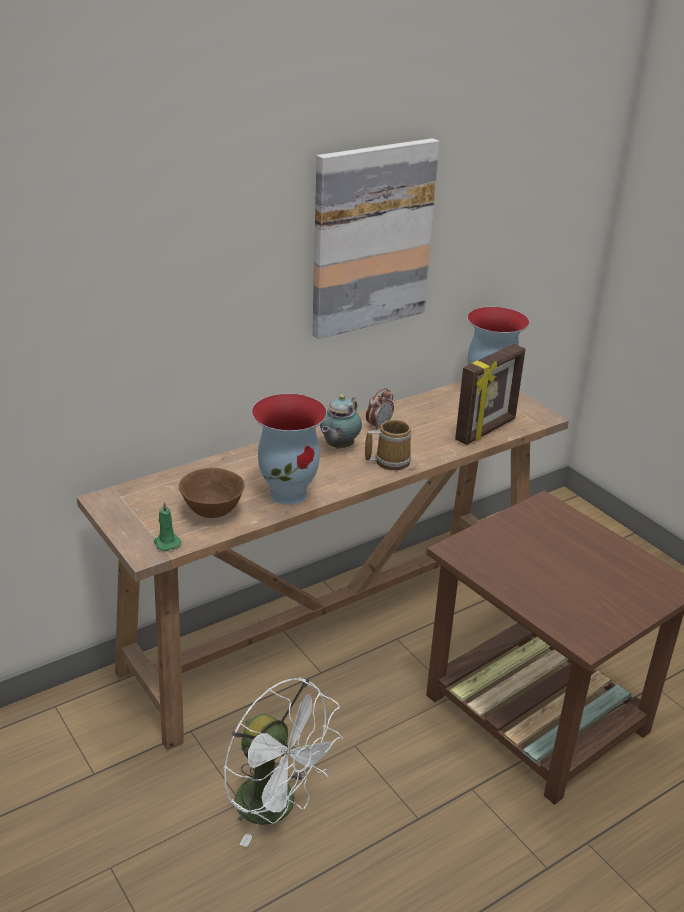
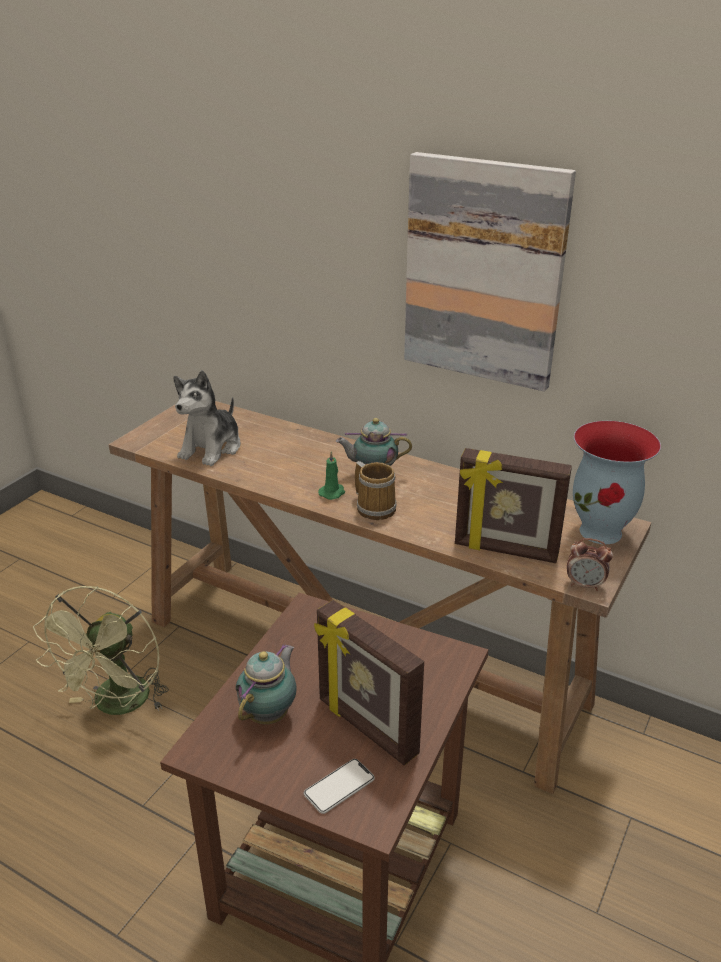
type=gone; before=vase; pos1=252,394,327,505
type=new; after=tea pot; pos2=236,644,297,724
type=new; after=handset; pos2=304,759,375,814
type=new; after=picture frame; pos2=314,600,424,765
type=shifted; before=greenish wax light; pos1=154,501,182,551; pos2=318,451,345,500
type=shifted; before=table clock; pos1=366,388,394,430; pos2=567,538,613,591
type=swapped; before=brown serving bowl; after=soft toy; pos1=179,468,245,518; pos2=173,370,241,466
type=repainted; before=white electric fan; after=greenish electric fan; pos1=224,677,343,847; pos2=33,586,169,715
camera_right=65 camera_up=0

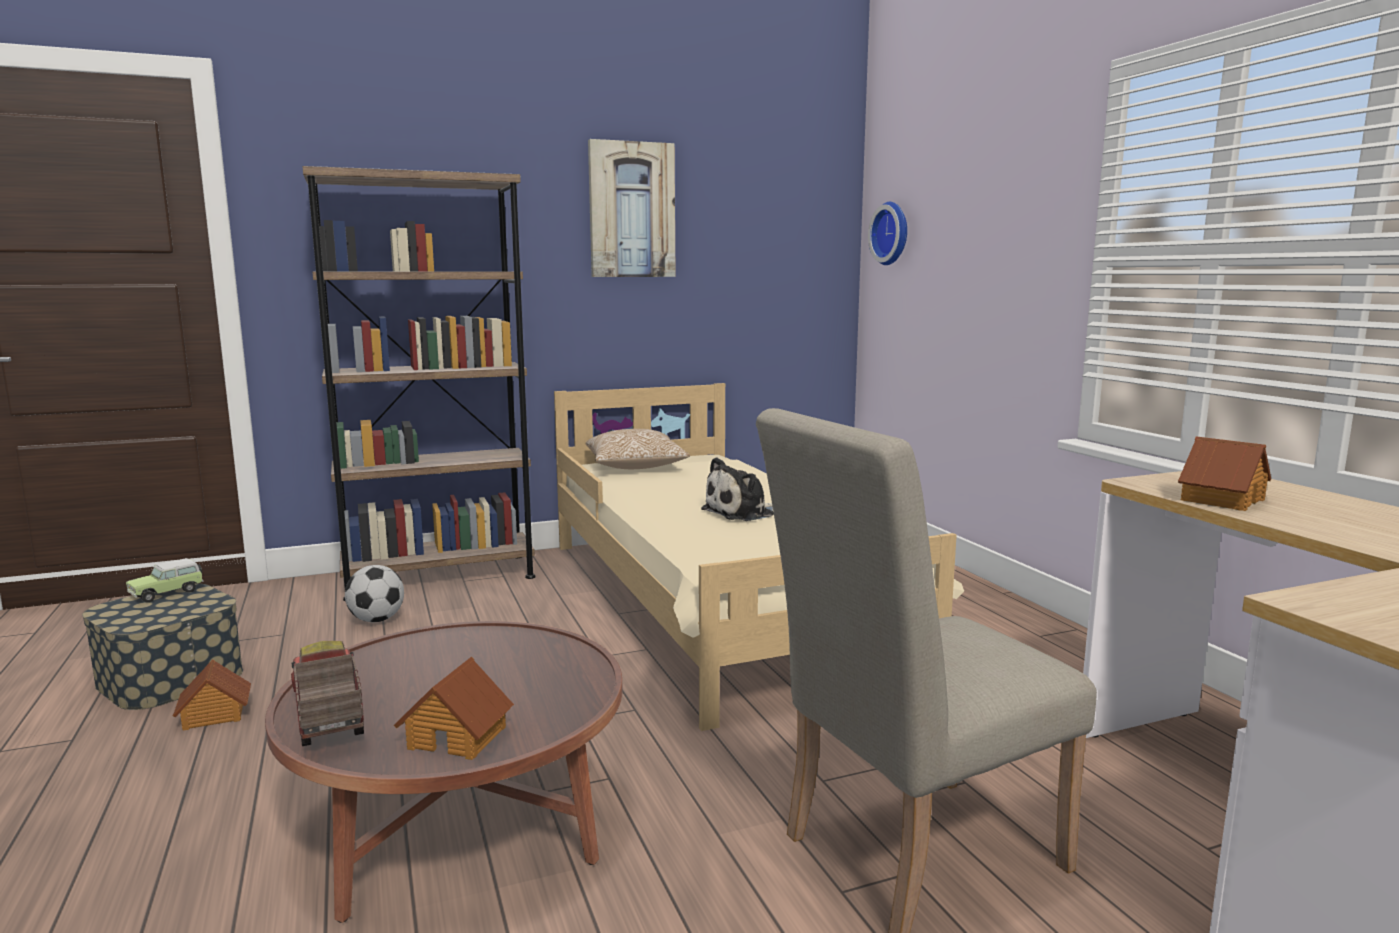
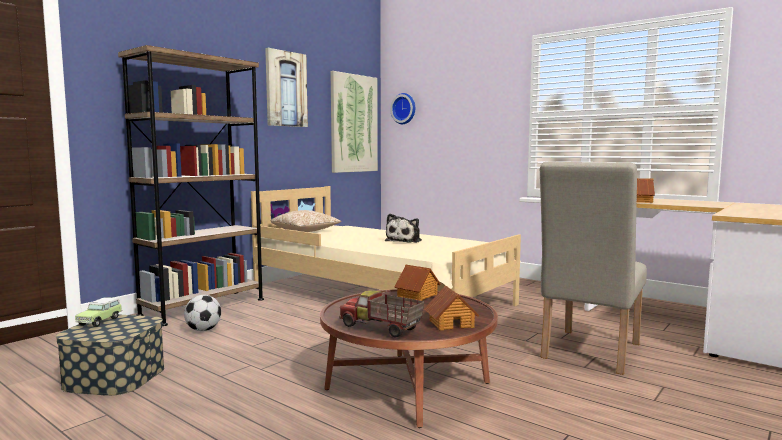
type=new; after=picture; pos2=330,71,378,173
type=shifted; before=toy house; pos1=173,659,251,731; pos2=395,265,441,301
camera_right=-30 camera_up=-5

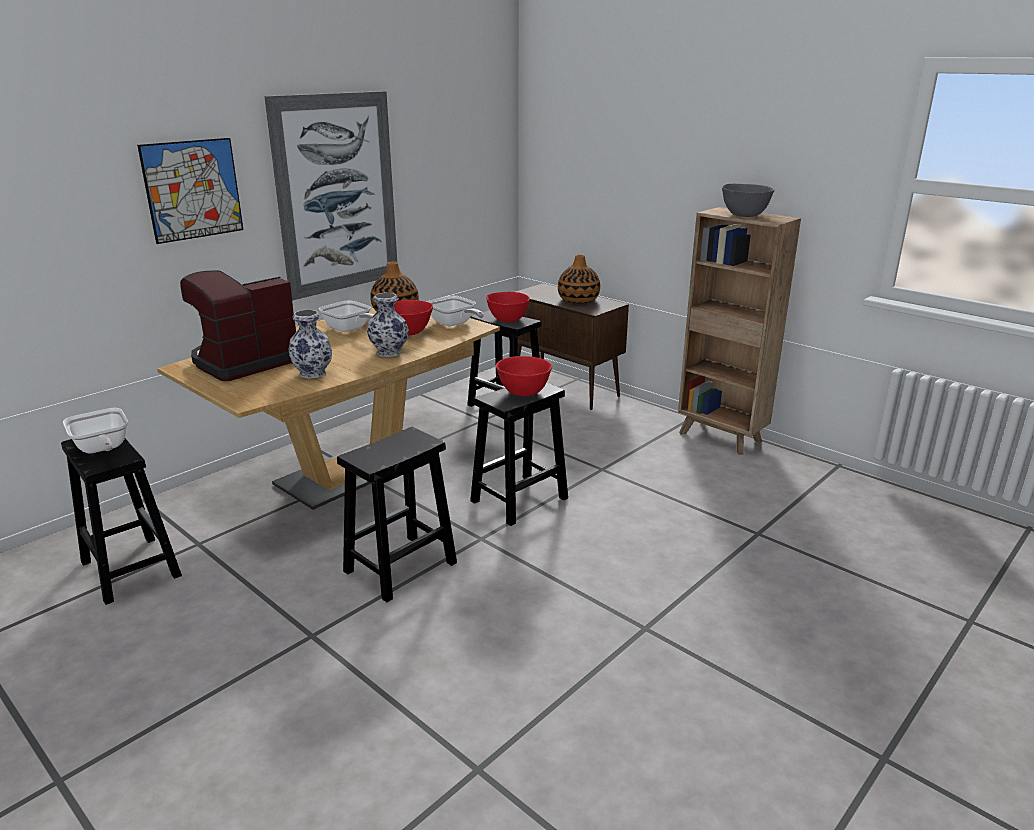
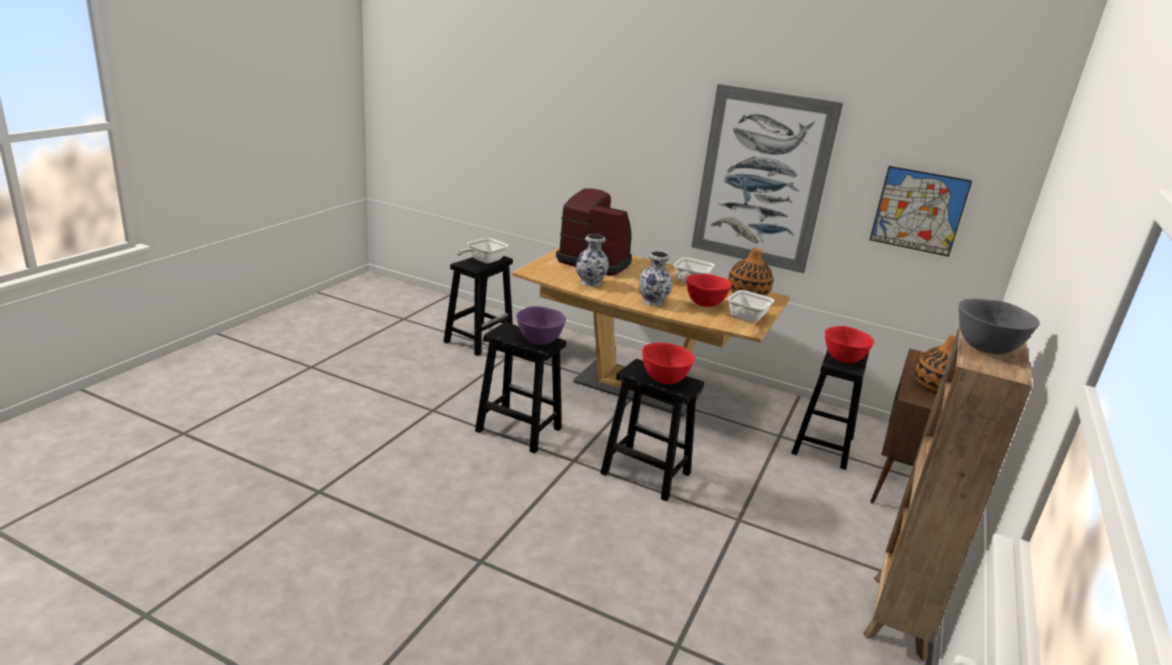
type=new; after=purple-coloured serving bowl; pos2=516,306,566,345
type=shifted; before=picture; pos1=137,138,244,244; pos2=870,166,972,257
camera_right=70 camera_up=0

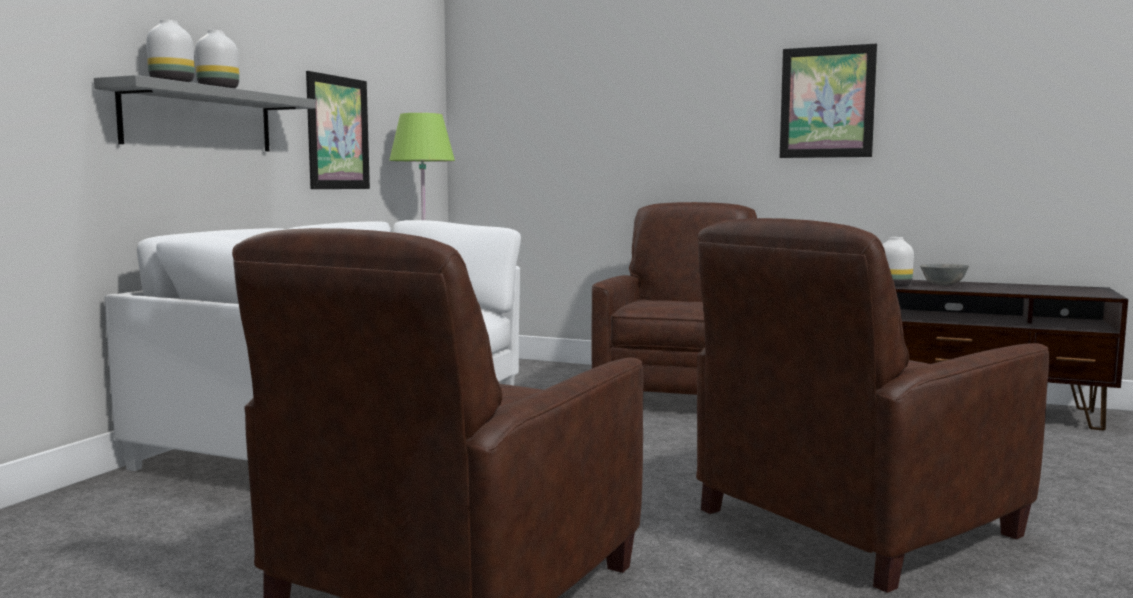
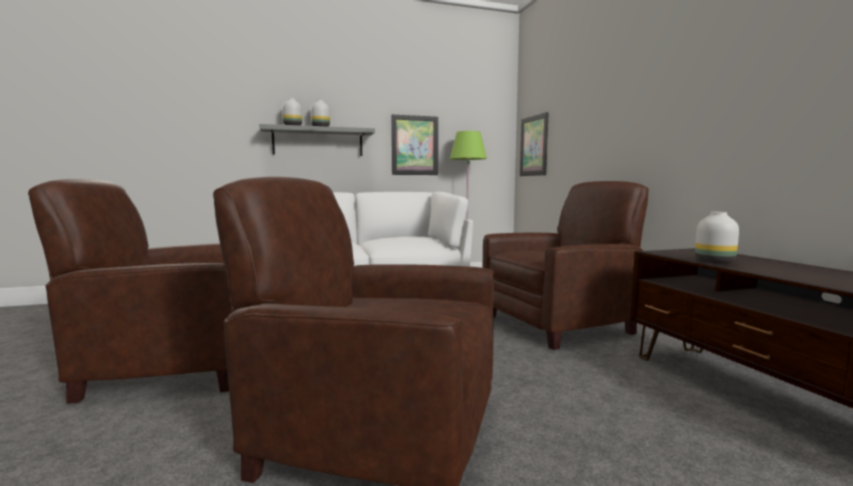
type=gone; before=gray serving bowl; pos1=920,264,969,285
type=shifted; before=picture; pos1=780,44,877,158; pos2=520,112,549,176
camera_right=50 camera_up=0

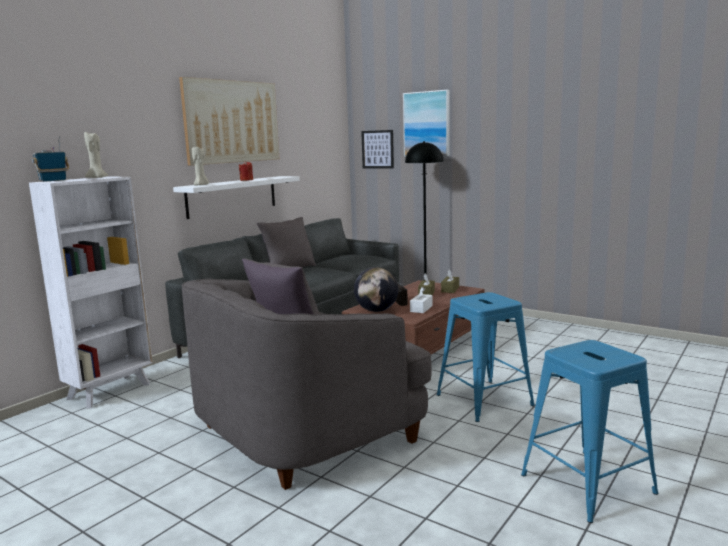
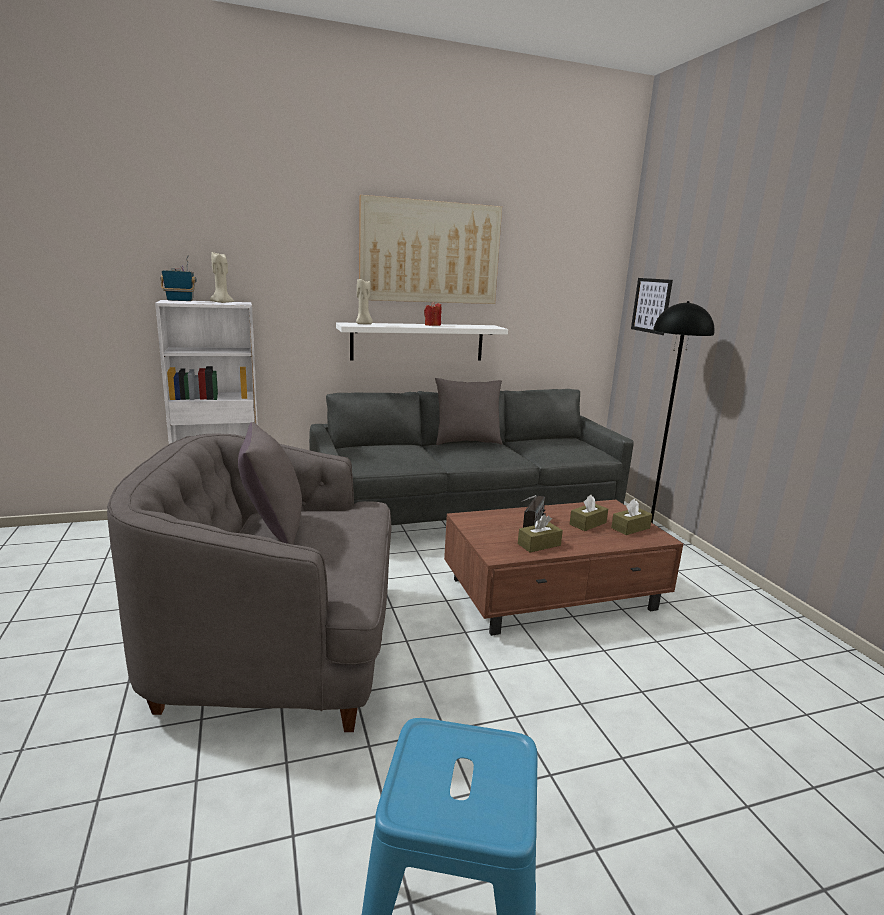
type=gone; before=desk globe; pos1=354,267,399,312
type=gone; before=picture; pos1=403,90,449,157
type=gone; before=blue-coloured stool; pos1=437,292,535,422
type=repainted; before=white tissue holder; after=brown tissue holder; pos1=410,287,433,313; pos2=518,514,563,552
camera_right=35 camera_up=5

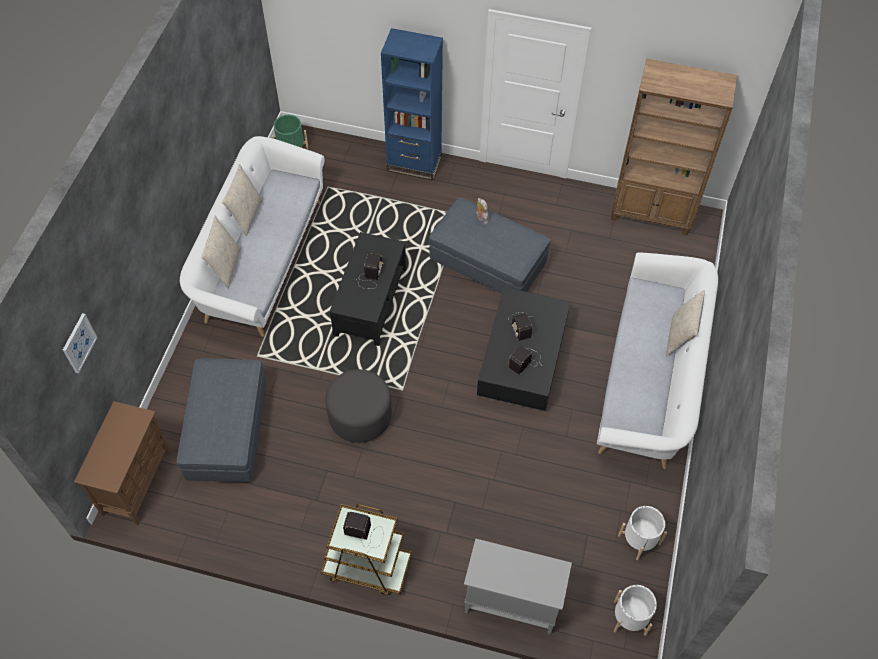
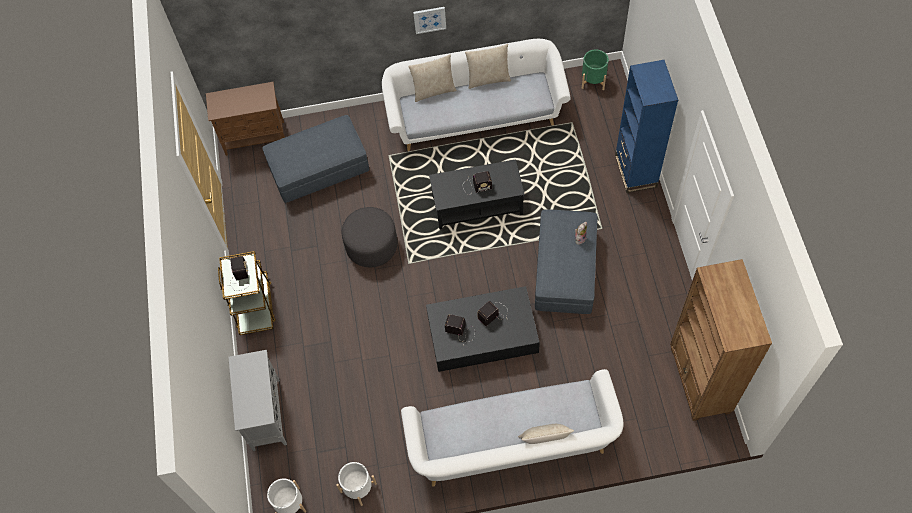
type=shifted; before=picture; pos1=63,313,97,374; pos2=413,7,446,34
camera_right=70 camera_up=5

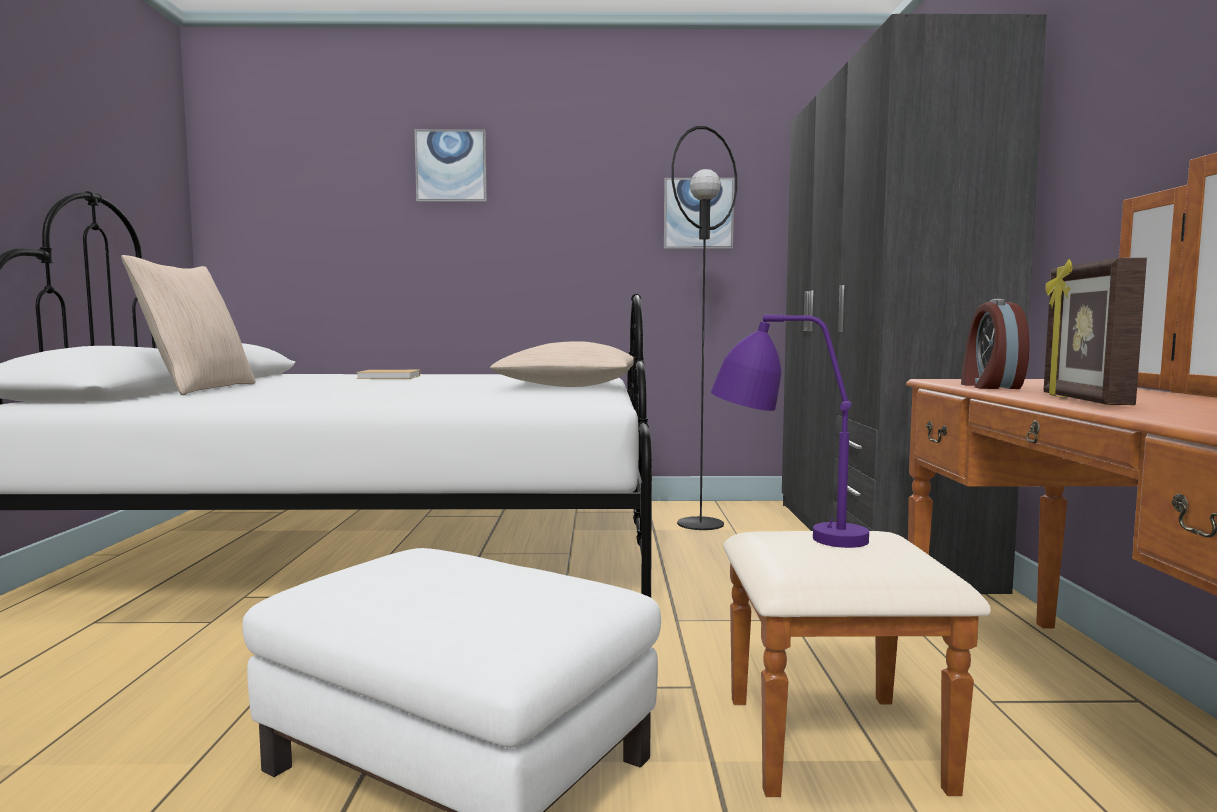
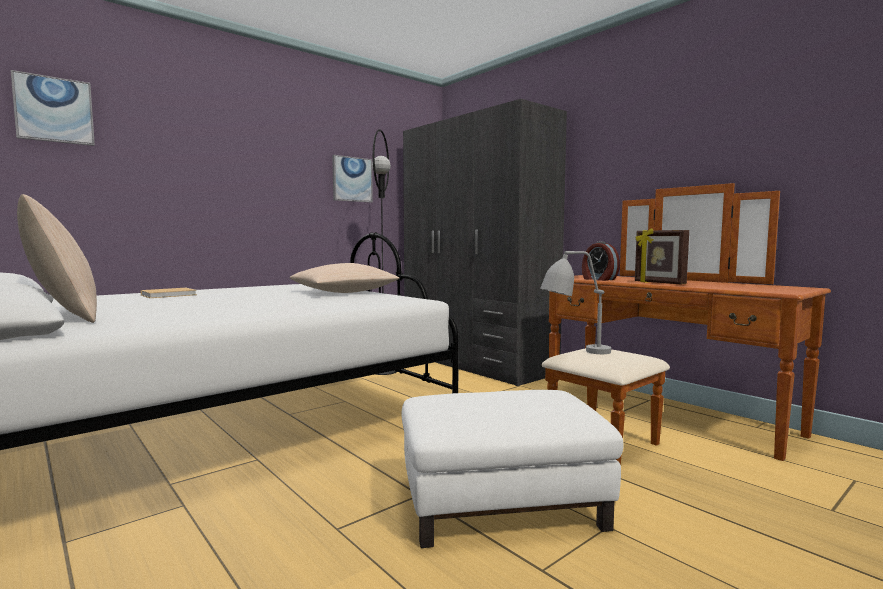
type=shifted; before=picture; pos1=414,129,487,202; pos2=11,70,95,146
type=repainted; before=purple-coloured lamp for a table; after=gray lamp for a table; pos1=711,315,869,548; pos2=540,251,611,354
camera_right=-40 camera_up=0

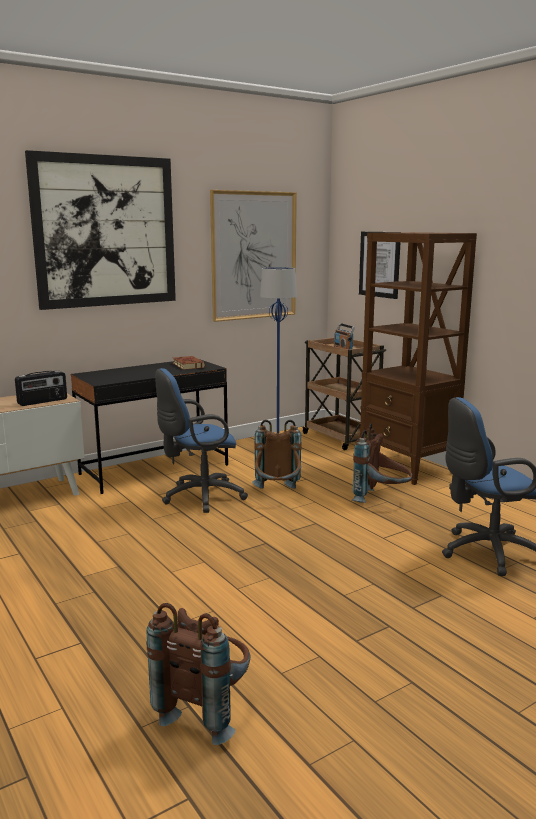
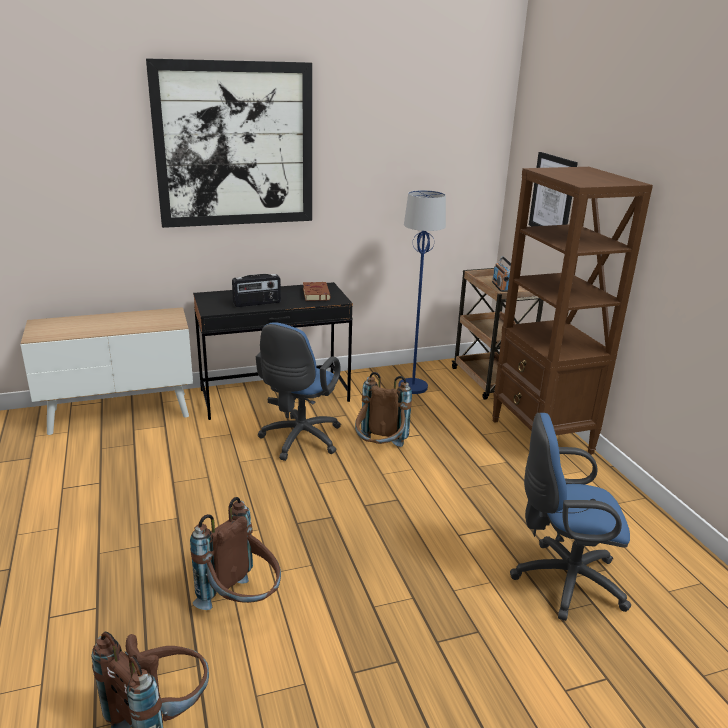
type=gone; before=picture; pos1=210,190,297,322
type=shifted; before=radio receiver; pos1=15,371,67,406; pos2=232,274,281,307
type=shifted; before=brown knapsack; pos1=352,423,413,503; pos2=190,497,281,610
type=rotated; before=blue-coloured office chair; pos1=155,368,248,513; pos2=256,322,341,461; turn=-60
camera_right=15 camera_up=10

